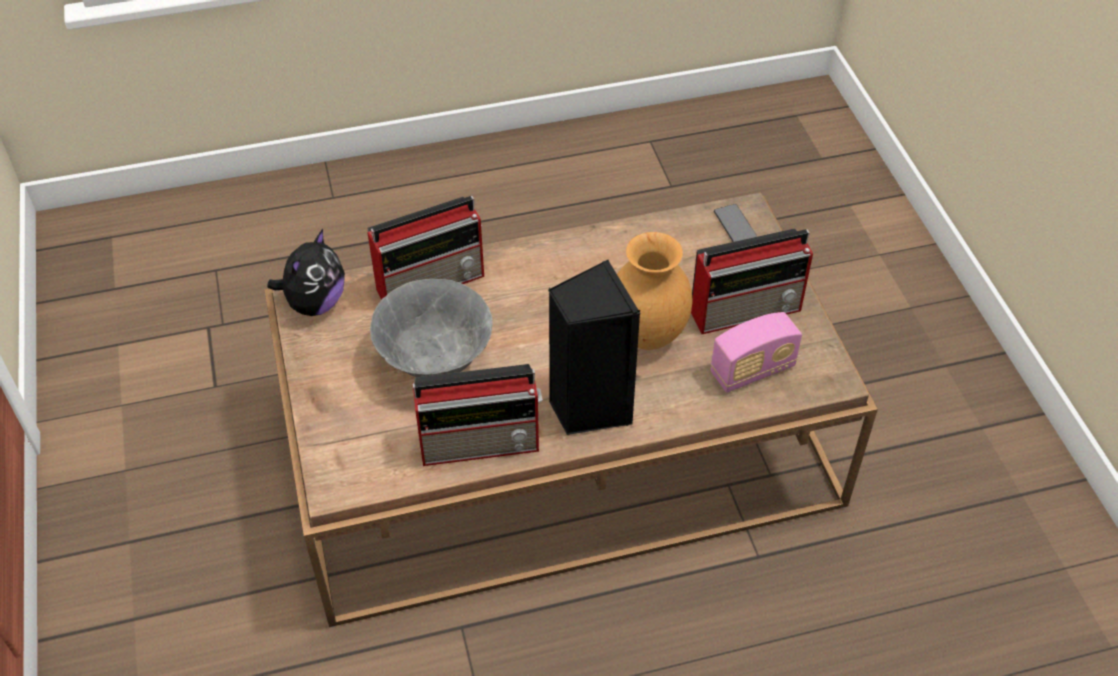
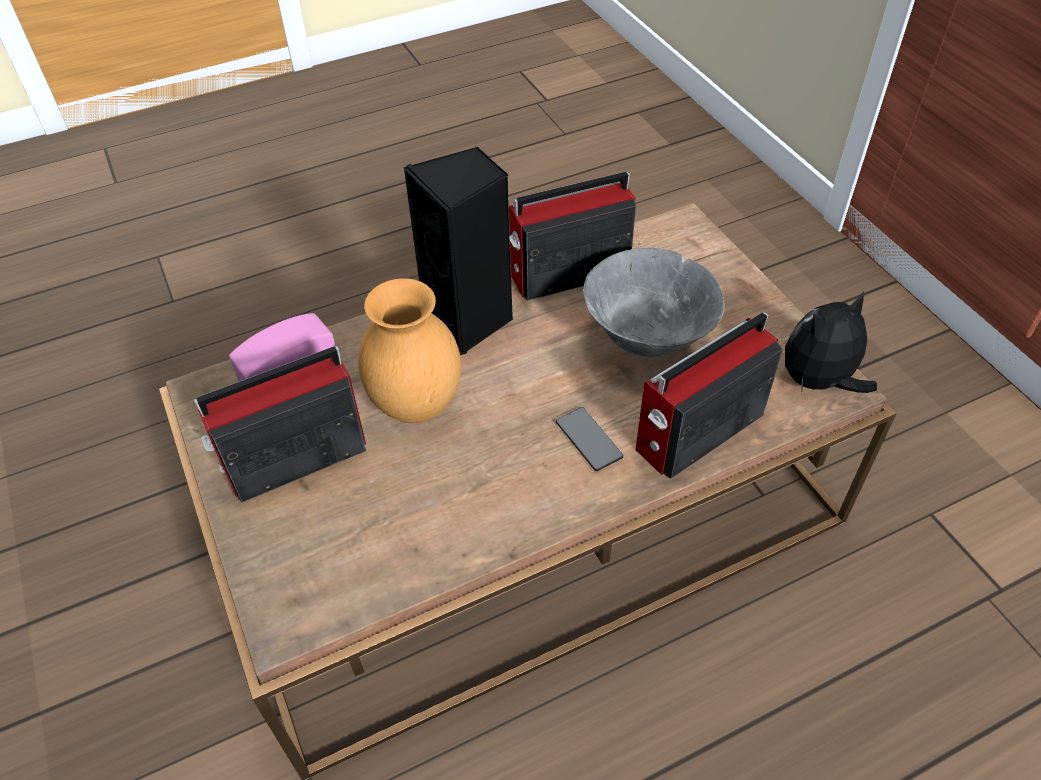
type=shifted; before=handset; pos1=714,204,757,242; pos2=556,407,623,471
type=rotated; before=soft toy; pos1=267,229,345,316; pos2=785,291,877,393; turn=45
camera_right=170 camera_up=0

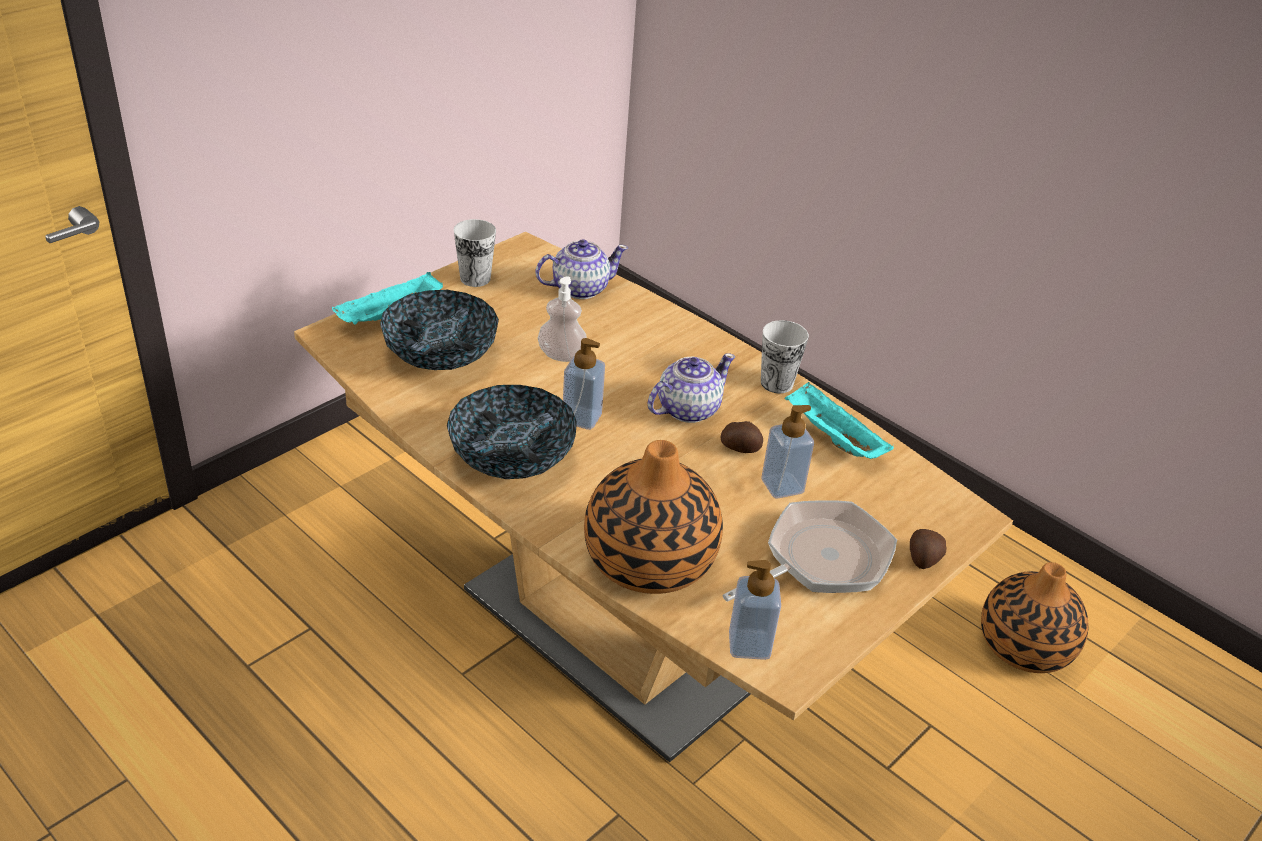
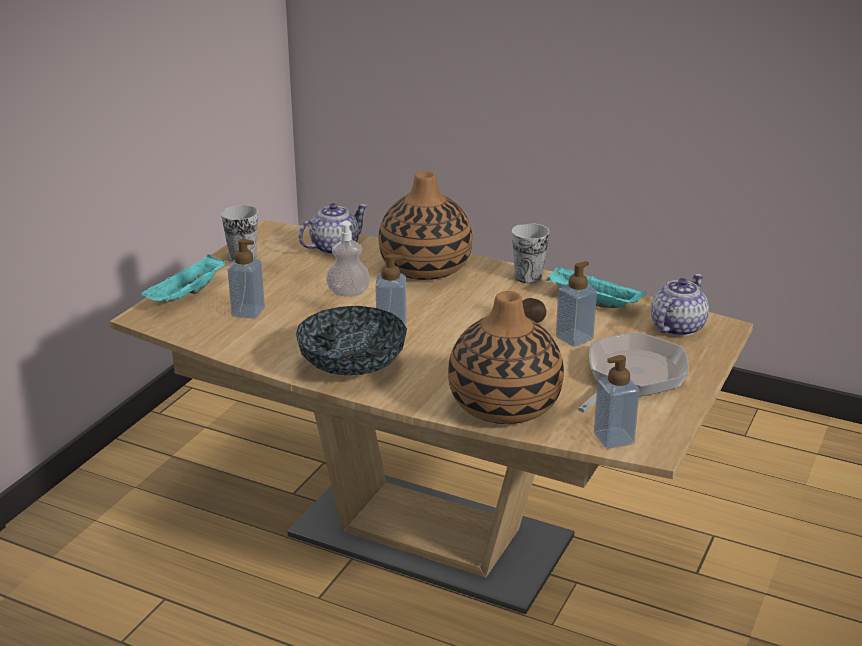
type=gone; before=spud; pos1=910,529,947,569
type=shifted; before=tea pot; pos1=647,353,735,423; pos2=651,274,709,337
type=shifted; before=vase; pos1=981,562,1088,673; pos2=379,171,472,280
type=swapped; before=serving bowl; after=soap bottle; pos1=380,290,499,370; pos2=227,239,265,319
camera_right=-15 camera_up=-10

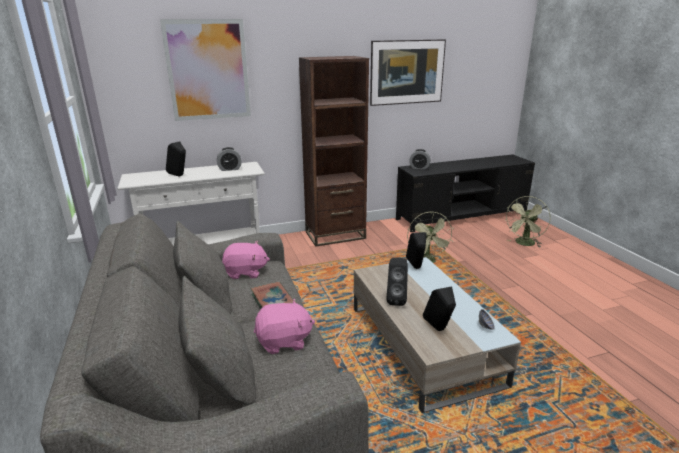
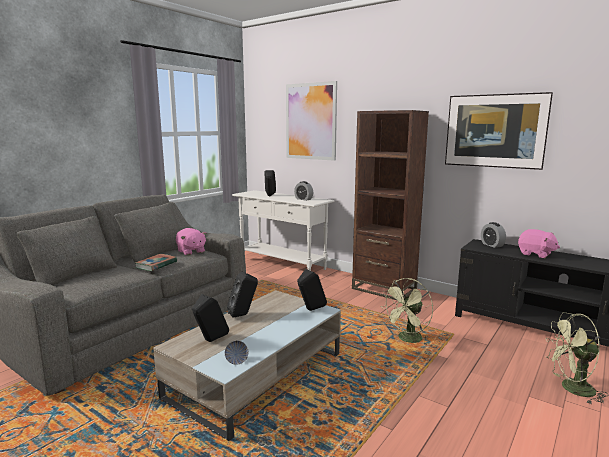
type=shifted; before=pinkish soft toy; pos1=254,299,315,354; pos2=518,229,560,258
camera_right=55 camera_up=-10

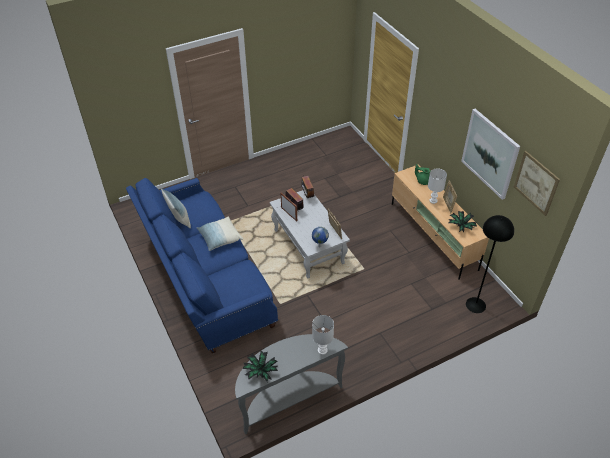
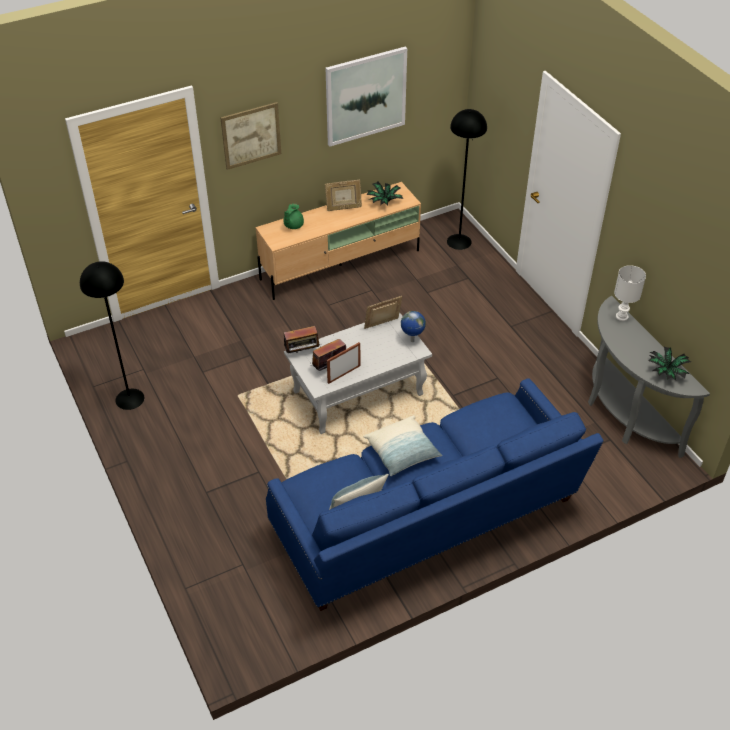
type=gone; before=white lamp for a table; pos1=428,168,447,204
type=new; after=blackish floor lamp; pos2=80,261,144,410
type=shifted; before=picture; pos1=514,151,560,216; pos2=221,102,281,170
camera_right=-90 camera_up=0

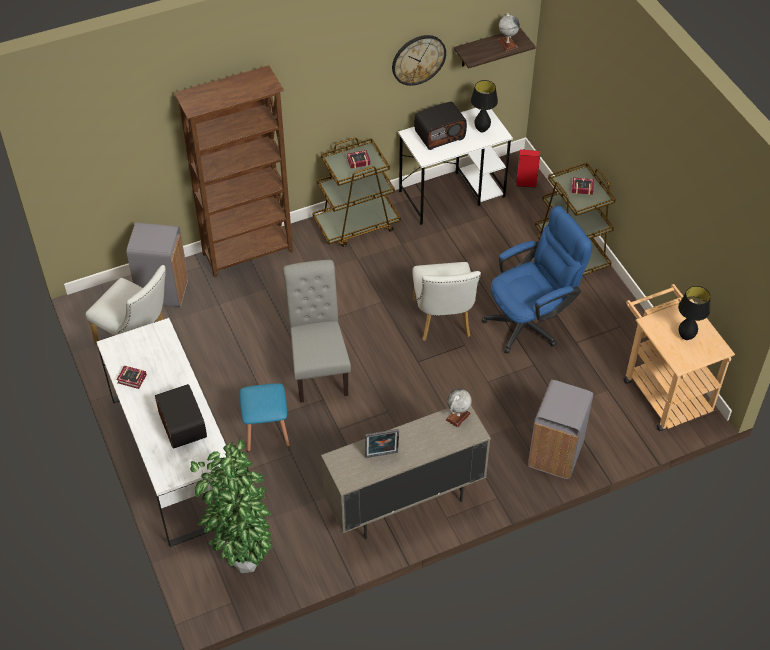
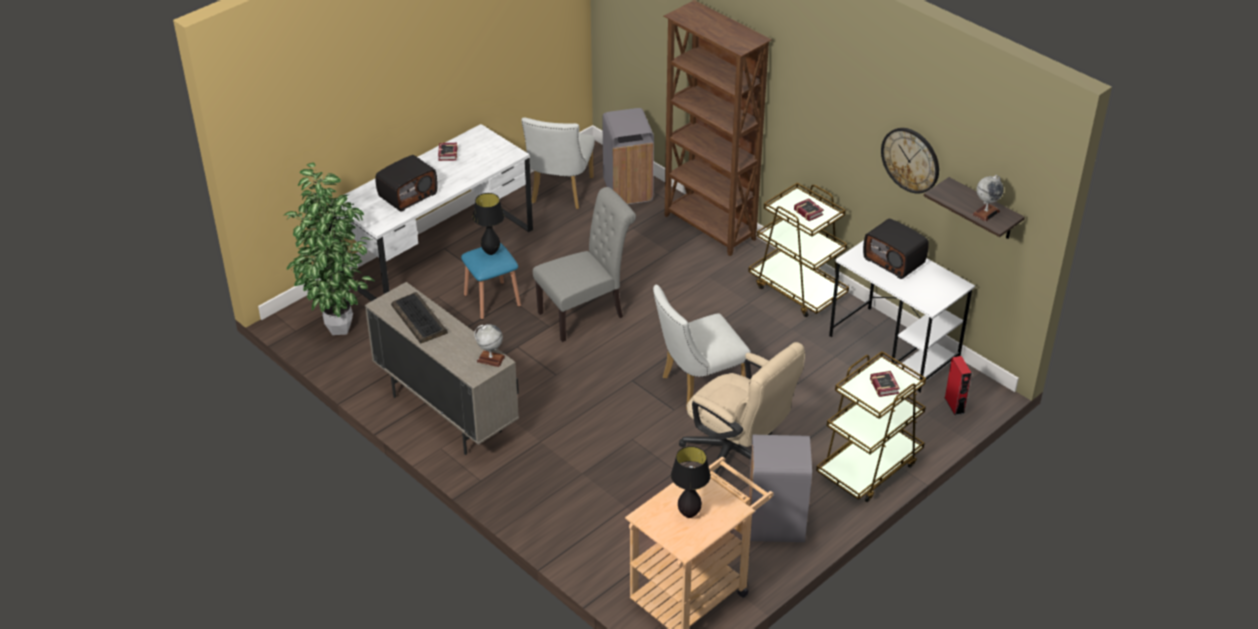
type=shifted; before=blackish lamp for a table; pos1=471,80,498,132; pos2=473,193,504,255
type=shifted; before=gray waste bin; pos1=528,380,593,479; pos2=748,435,812,542
type=swapped; before=picture frame; after=PC keyboard; pos1=365,429,399,458; pos2=391,292,448,343
type=repainted; before=blue-coloured office chair; after=beige-coloured office chair; pos1=481,206,592,354; pos2=679,342,805,474
camera_right=70 camera_up=-10

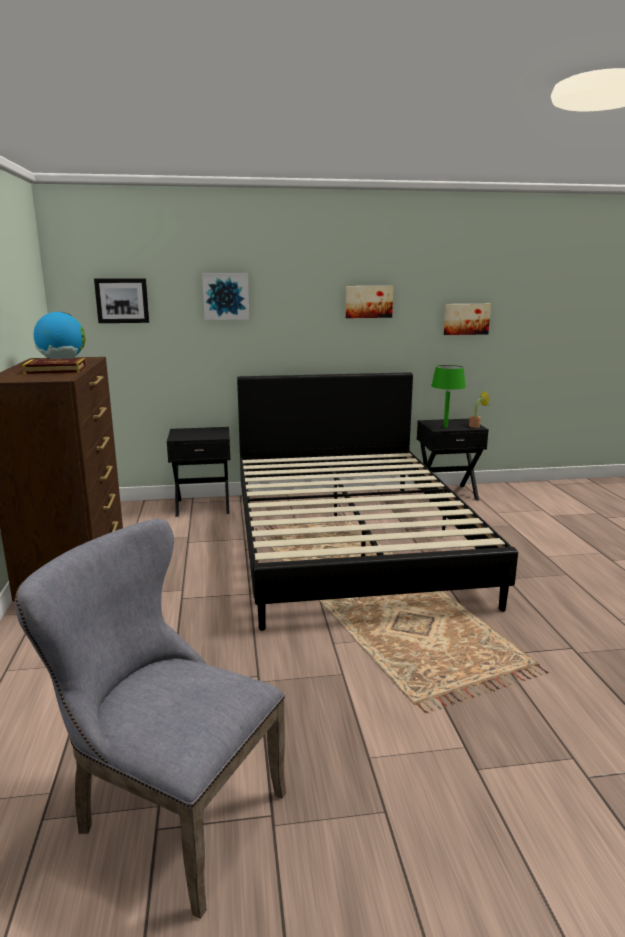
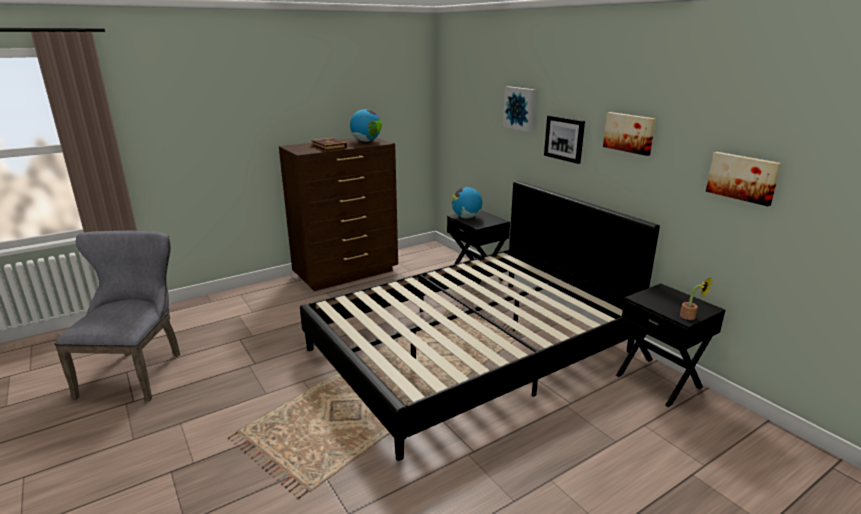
type=gone; before=greenish lamp for a table; pos1=431,365,466,428
type=new; after=desk globe; pos2=451,187,482,218
type=shifted; before=picture; pos1=94,278,149,323; pos2=544,115,585,164
camera_right=65 camera_up=5

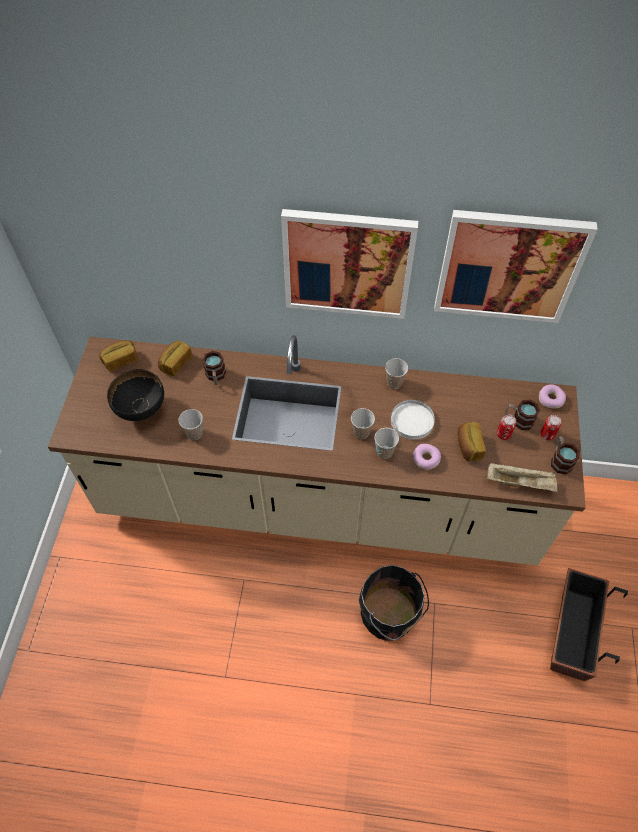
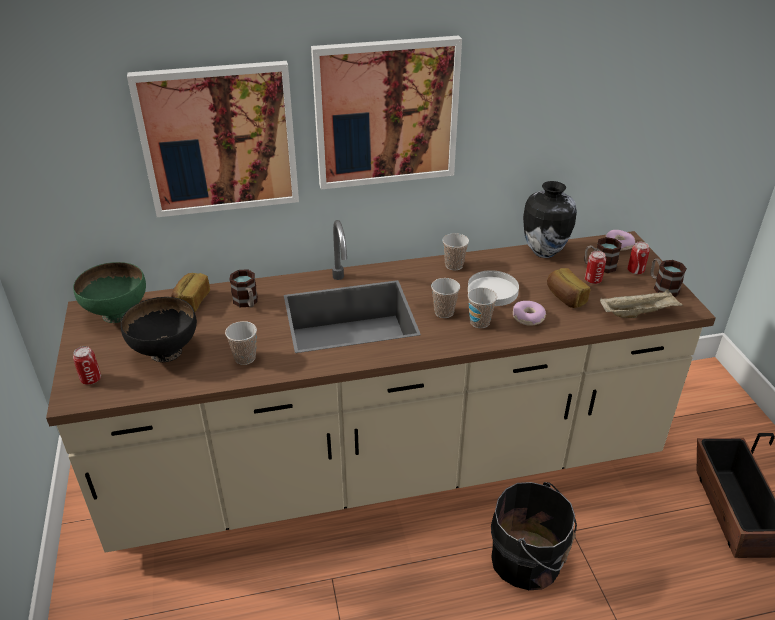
type=new; after=sealed can; pos2=73,346,101,385
type=new; after=vase; pos2=523,181,577,258
type=shifted; before=picture; pos1=434,210,598,323; pos2=127,61,299,217
type=swapped; before=bread; after=greenish serving bowl; pos1=99,340,138,372; pos2=73,262,146,323
camera_right=-20 camera_up=-20

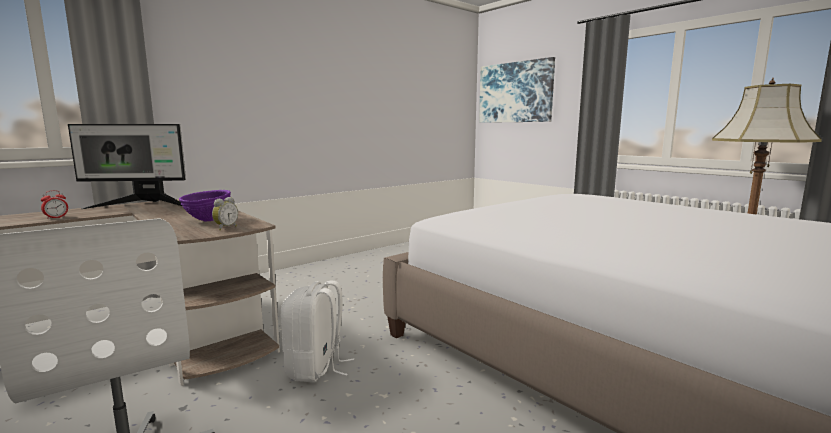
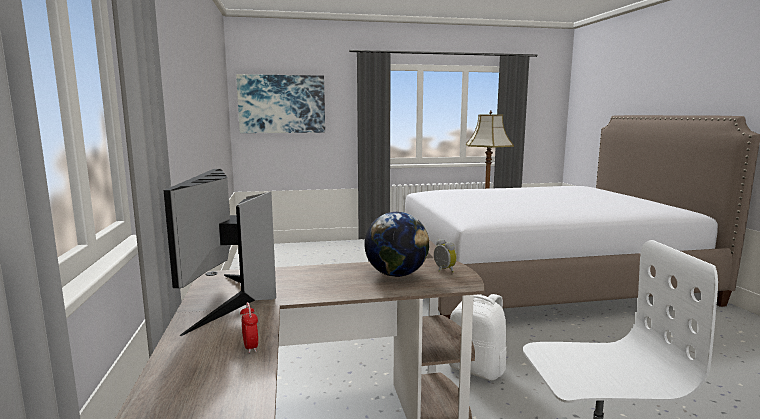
type=swapped; before=purple-coloured serving bowl; after=desk globe; pos1=179,190,231,222; pos2=364,212,429,277
type=rotated; before=monitor; pos1=68,124,186,209; pos2=164,169,276,336; turn=150
camera_right=-60 camera_up=0

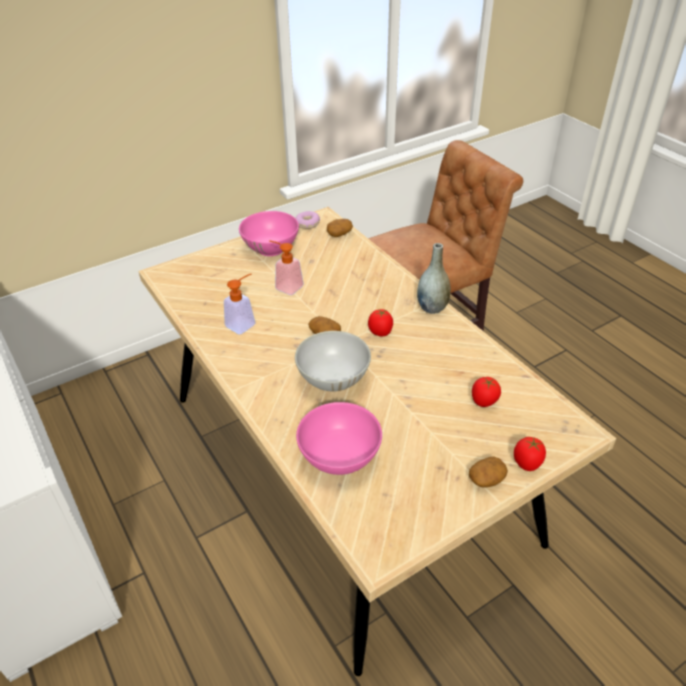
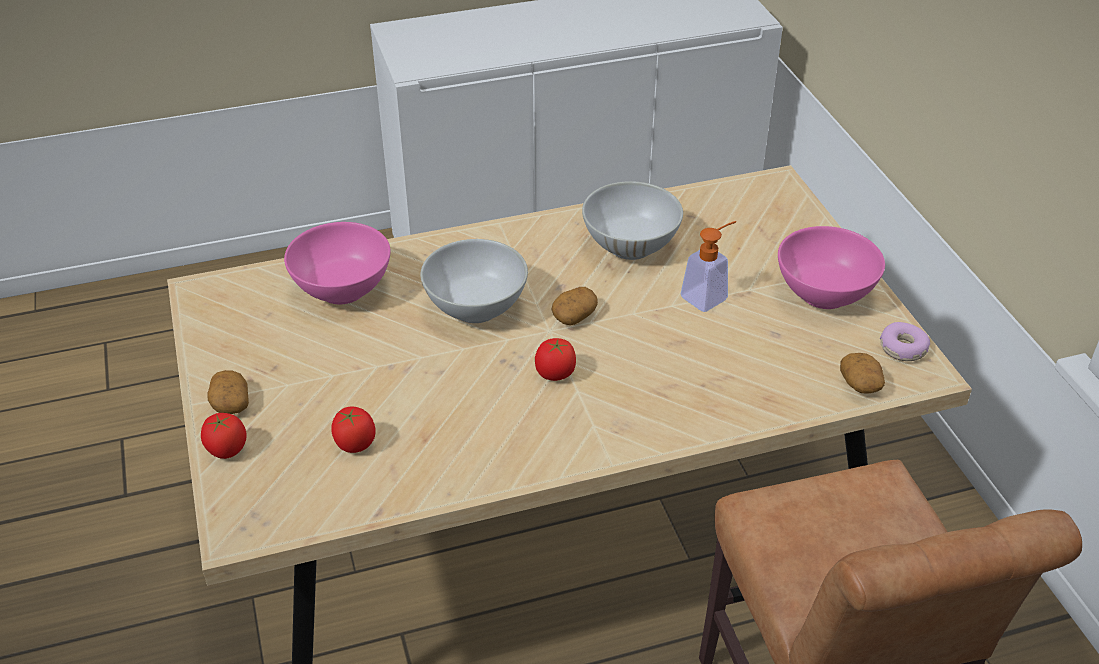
type=gone; before=gray vase; pos1=417,243,451,314
type=swapped; before=soap bottle; after=white serving bowl; pos1=224,274,255,335; pos2=582,181,683,260
camera_right=105 camera_up=0

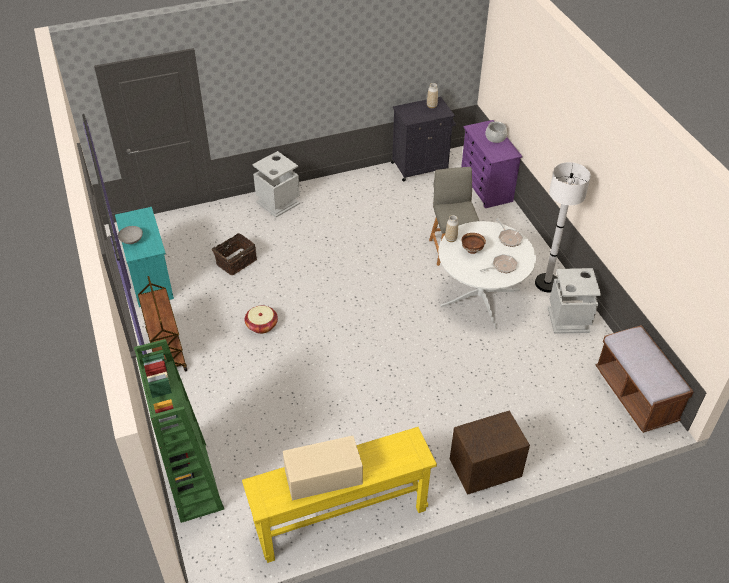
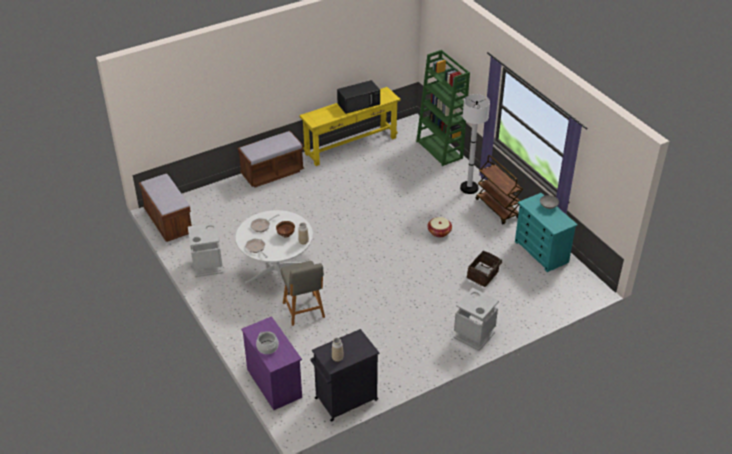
type=shifted; before=white floor lamp; pos1=535,162,591,292; pos2=460,94,490,194
type=swapped; before=brown night table; after=brown bench; pos1=450,410,530,495; pos2=238,131,304,187
type=repainted; before=beige-coloured microwave; after=blackish microwave; pos1=283,436,363,500; pos2=337,80,380,114
camera_right=170 camera_up=-5

